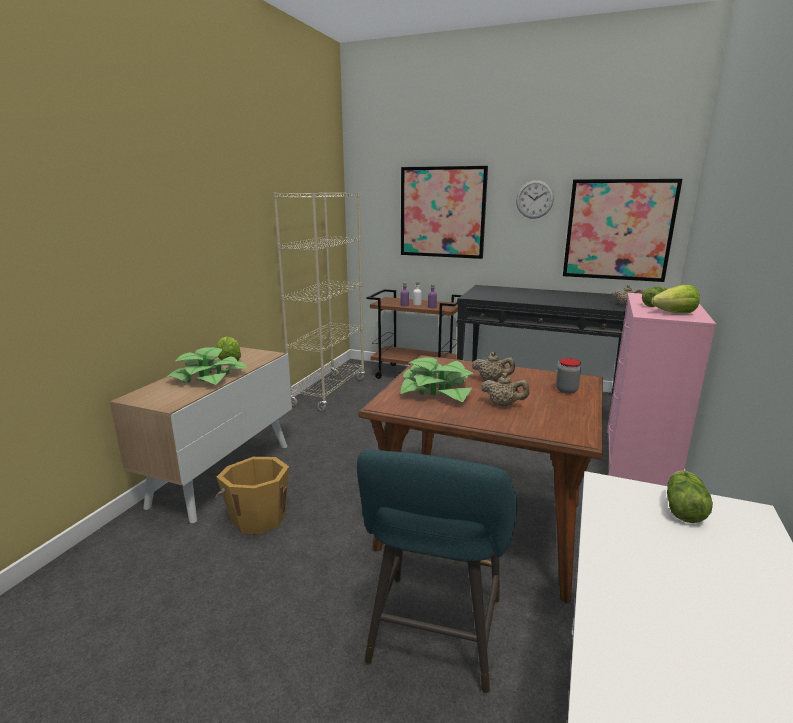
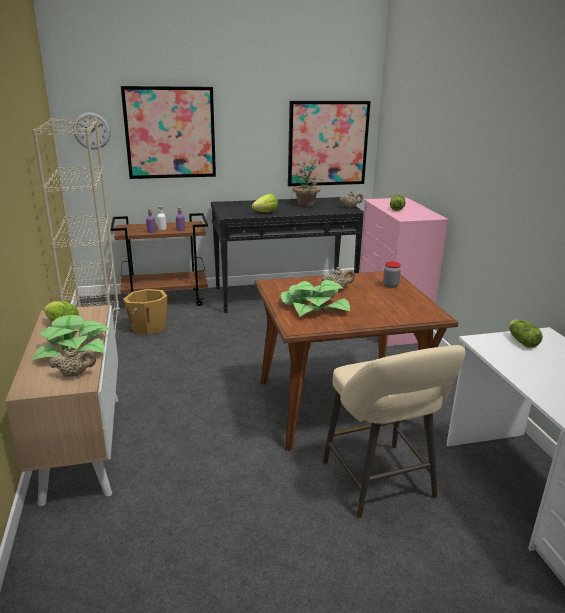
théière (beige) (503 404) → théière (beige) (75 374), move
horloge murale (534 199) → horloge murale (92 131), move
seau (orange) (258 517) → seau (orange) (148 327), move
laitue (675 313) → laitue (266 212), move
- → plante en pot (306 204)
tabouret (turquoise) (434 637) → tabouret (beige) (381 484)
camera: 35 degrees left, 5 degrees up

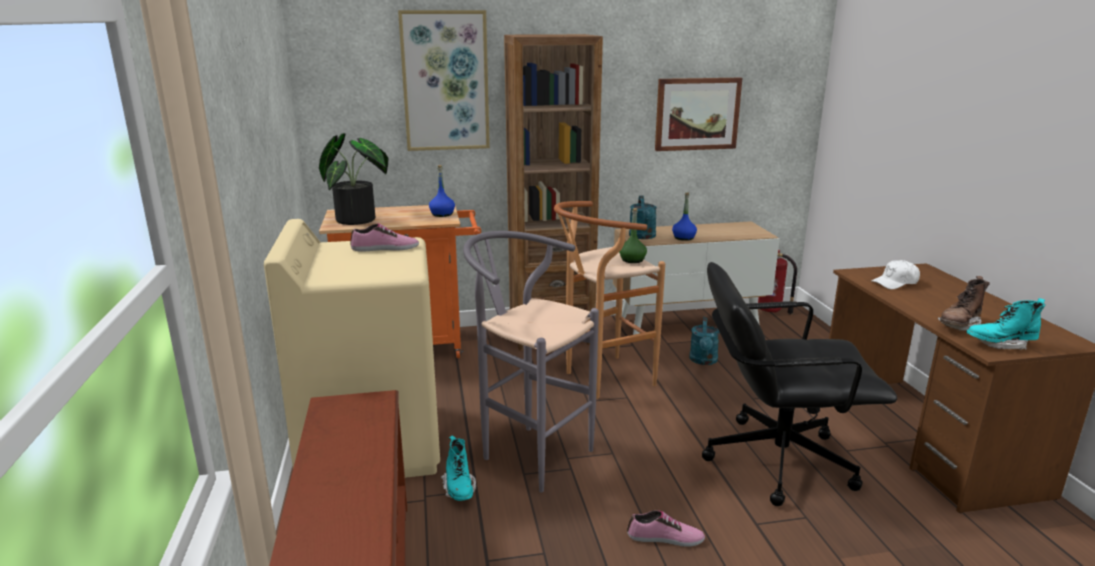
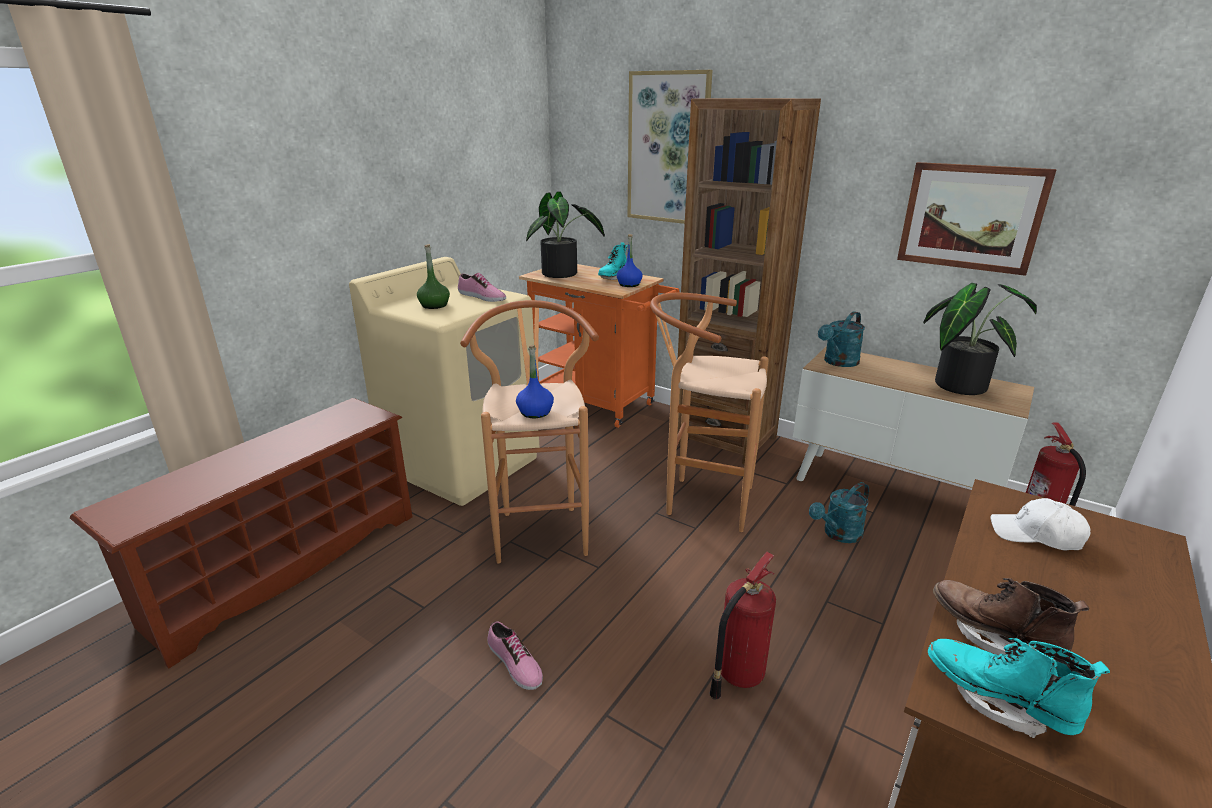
bouteille (vert) (632 260) → bouteille (vert) (434 305), move
tabouret (gris) (528 452) → tabouret (marron) (540 527)
bouteille (bleu) (683 238) → bouteille (bleu) (535 412), move
botte (turquoise) (459 489) → botte (turquoise) (613 278), move
chaise de bureau (noir) (776 459) → extincteur (738 675)
- → plante en pot (959 383)
botte (marron) (959 325) → botte (marron) (992 637), 45 degrees clockwise
camera: 45 degrees right, 5 degrees up

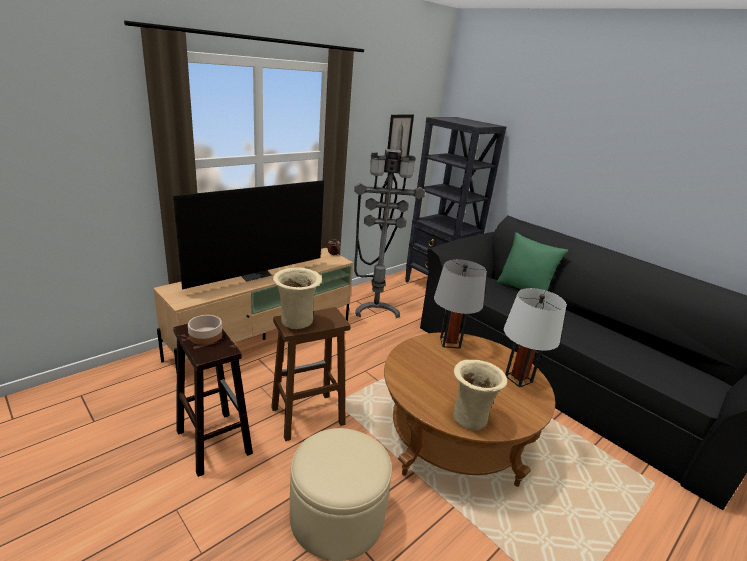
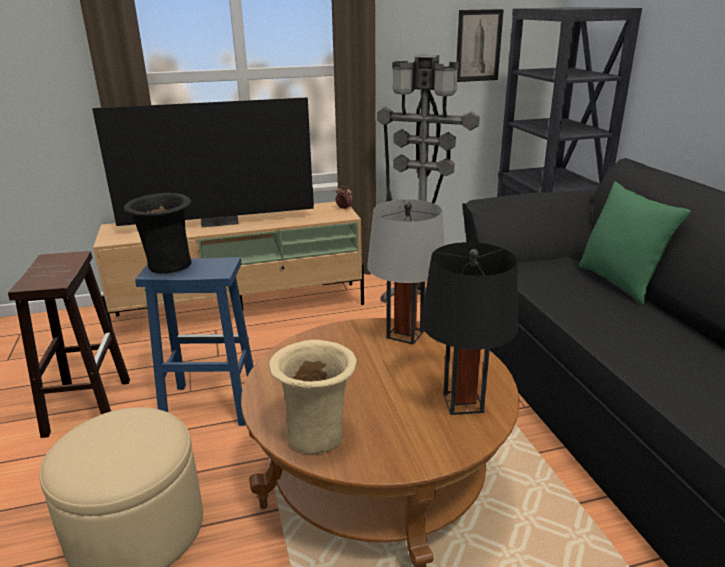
vase (beige) (297 322) → vase (noir) (168 267)
tabouret (marron) (306 416) → tabouret (bleu) (209 405)
lampe de table (blanc) (518 379) → lampe de table (noir) (463 402)
bol (205 335) → -
camera: 30 degrees right, 0 degrees up

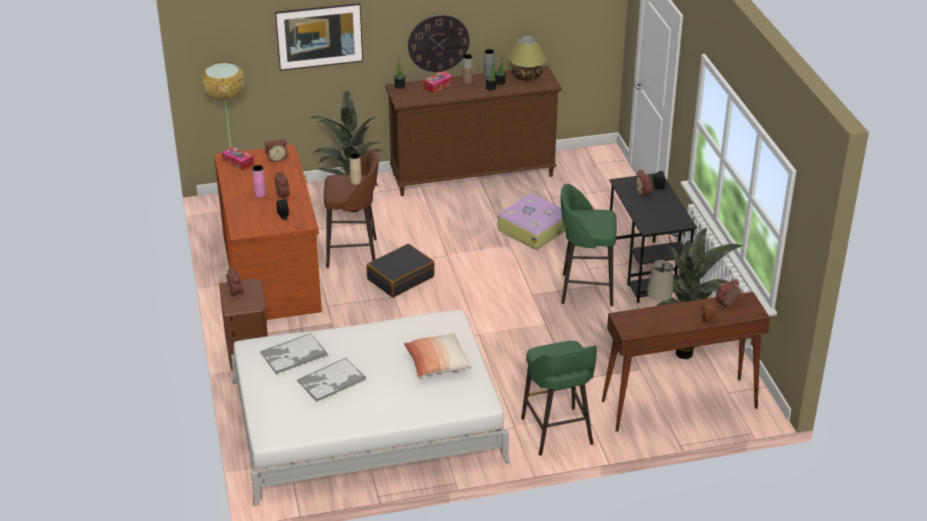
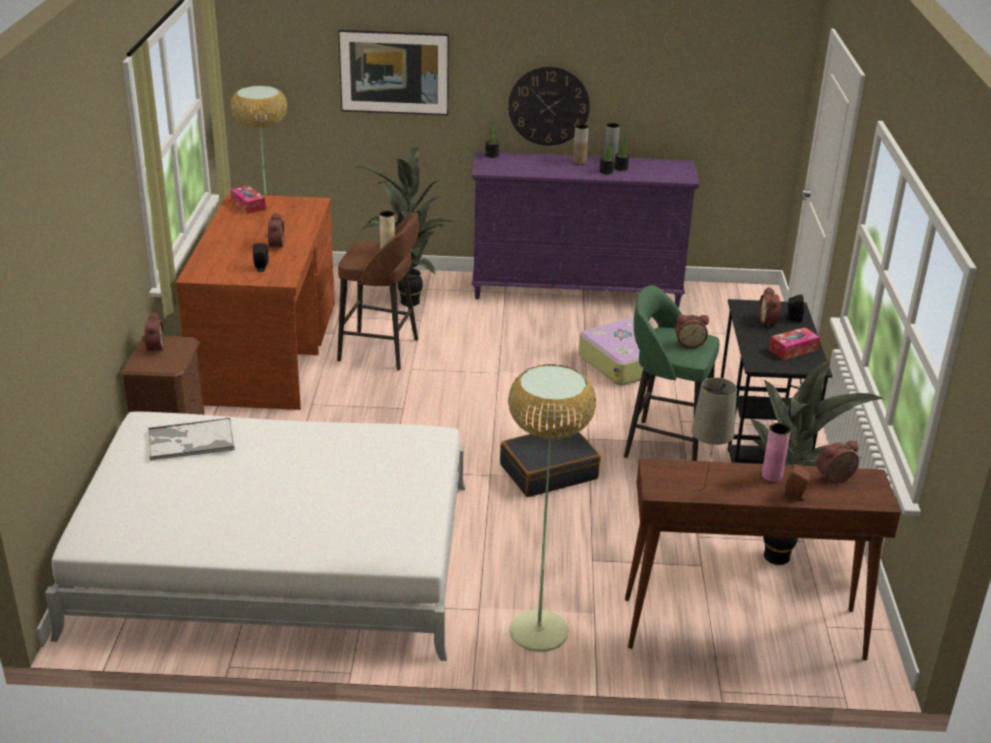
commode (marron) (473 175) → commode (violet) (577 291)
valise (noir) (400 278) → valise (noir) (548 471), move
tabouret (vert) (557 433) → lampadaire (538 631)
réveil (276 159) → réveil (689 343), move
vase (rose) (260 195) → vase (rose) (772 476), move
boîte à mouchoirs (438 86) → boîte à mouchoirs (793 349), move
plateau (331 381) → -
coussin (437 363) → -
lampe de table (526 76) → -
camera: 15 degrees right, 5 degrees down

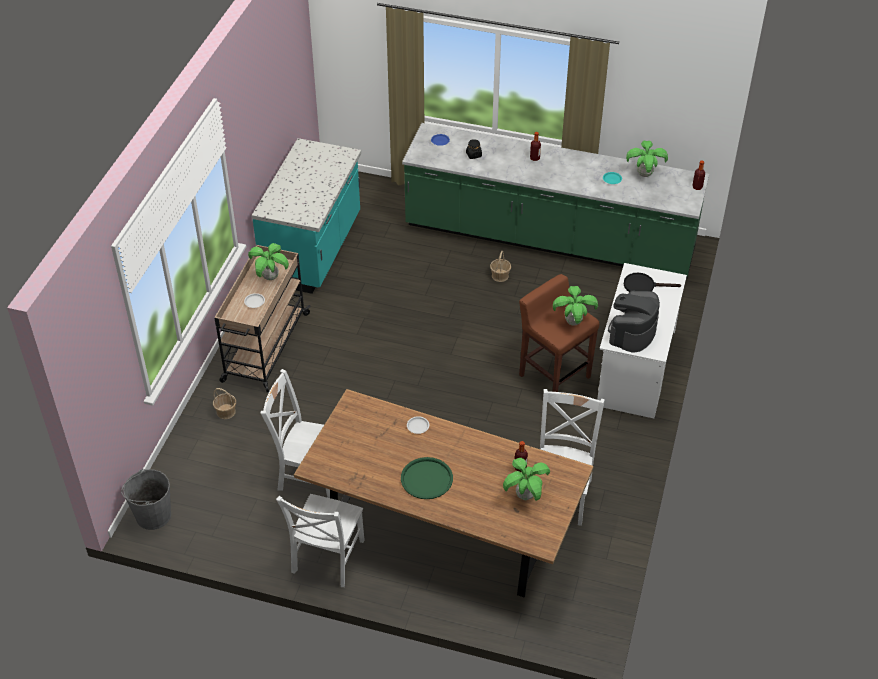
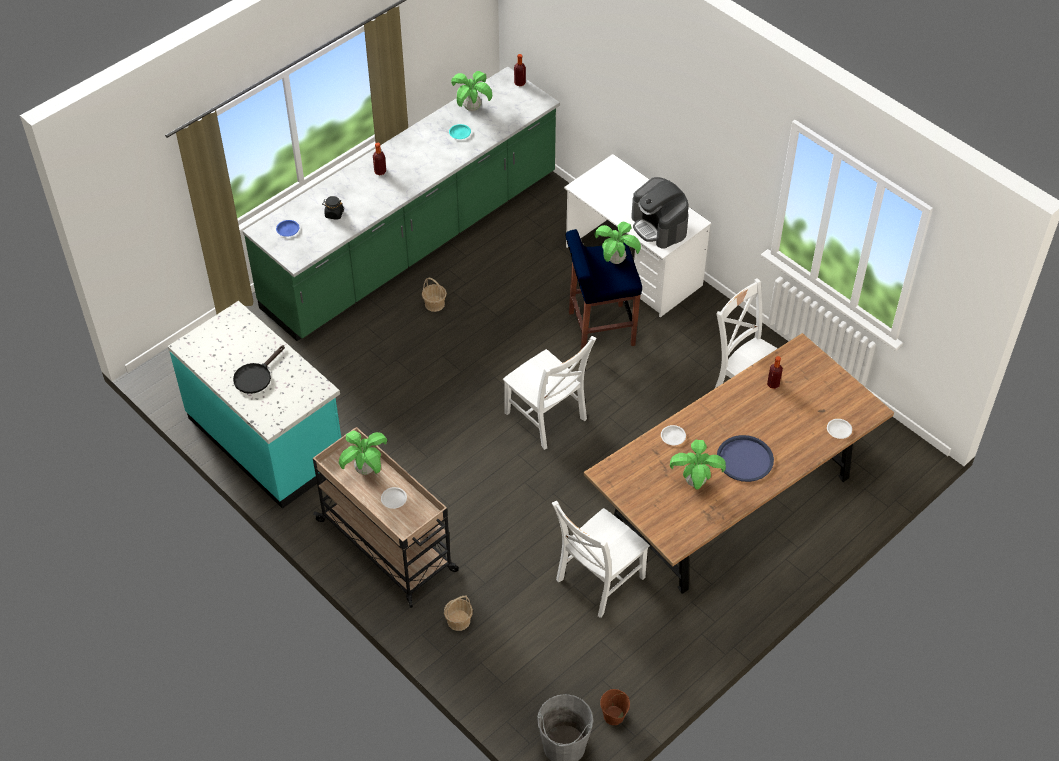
poêle (noir) (643 286) → poêle (noir) (256 376), move
chaise (blanc) (326 559) → chaise (blanc) (547 418), move
tabouret (marron) (554 375) → tabouret (bleu) (600 329)
- → seau (marron) (614 716)
plante en pot (525 495) → plante en pot (695 482), move
plateau (vert) (426 479) → plateau (bleu) (744 459)
- → assiette (blanc) (839 430)
camera: 60 degrees left, 5 degrees up

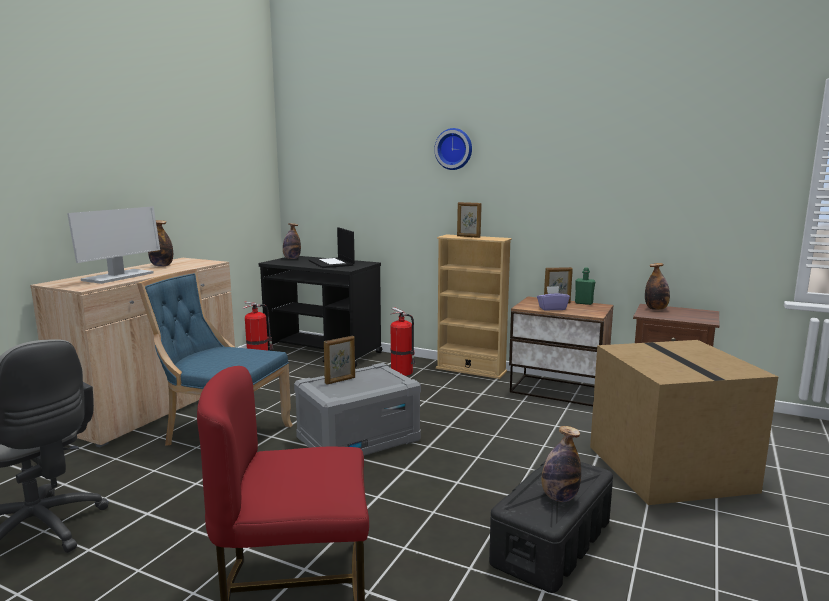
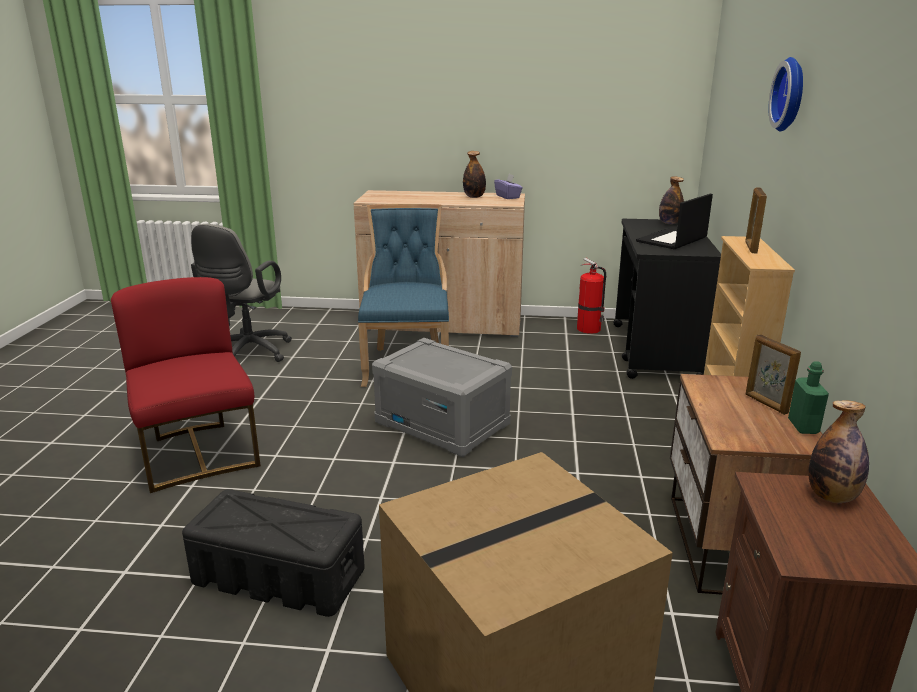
boîte à mouchoirs (violet) (552 308) → boîte à mouchoirs (violet) (508 197), move
écran d'ordinateur (118 277) → -
cadre photo (340 380) → -
extincteur (403 372) → -
bouteille (559 497) → -
camera: 70 degrees right, 10 degrees up

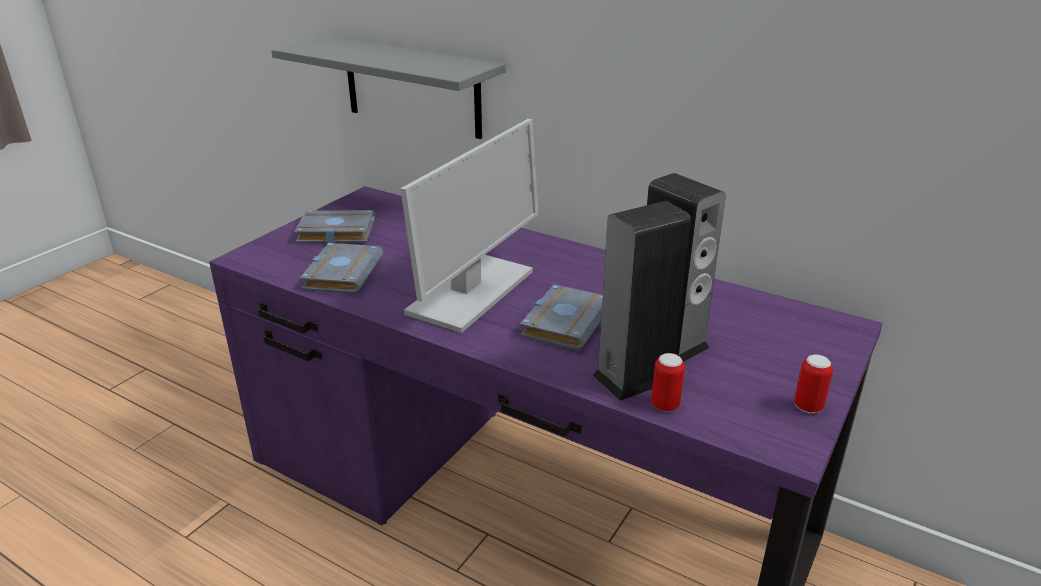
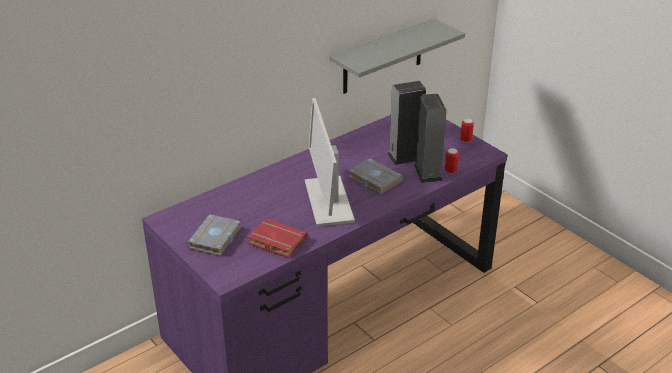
livre (gris) (341 273) → livre (rouge) (275 242)
écran d'ordinateur (471 293) → écran d'ordinateur (328 201), 150 degrees counterclockwise
étagère (gris) (412 87) → étagère (gris) (382 57), move
camera: 70 degrees left, 5 degrees up

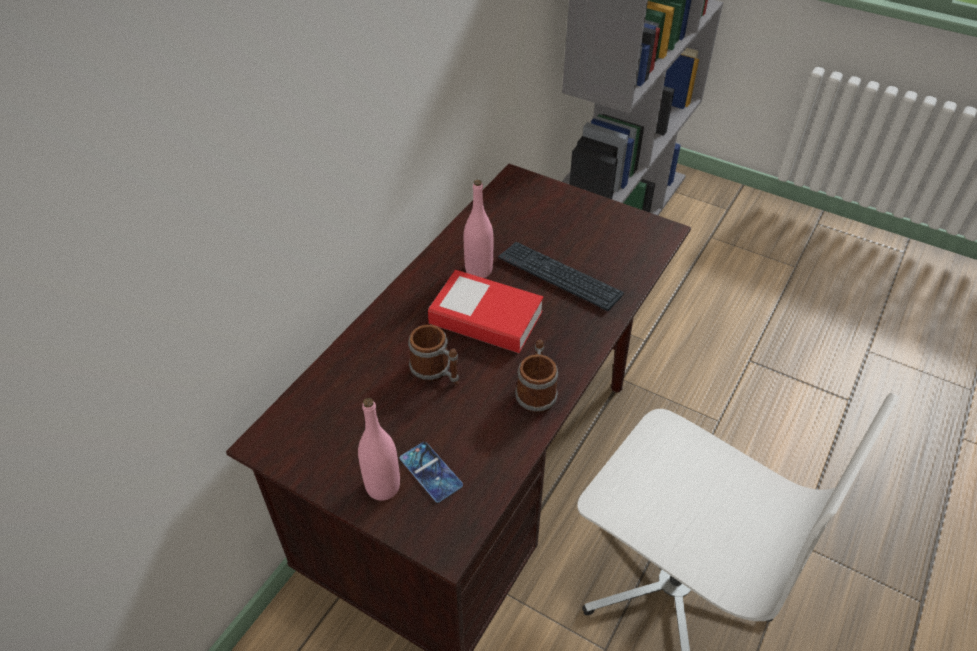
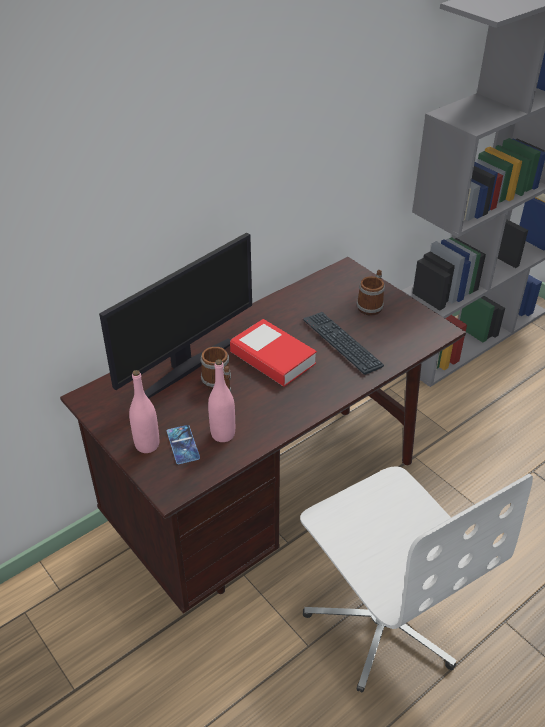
- → écran d'ordinateur (185 367)
bouteille (rose) (478 270) → bouteille (rose) (223 434), move
mug (536 392) → mug (371 305), move
camera: 20 degrees right, 5 degrees down

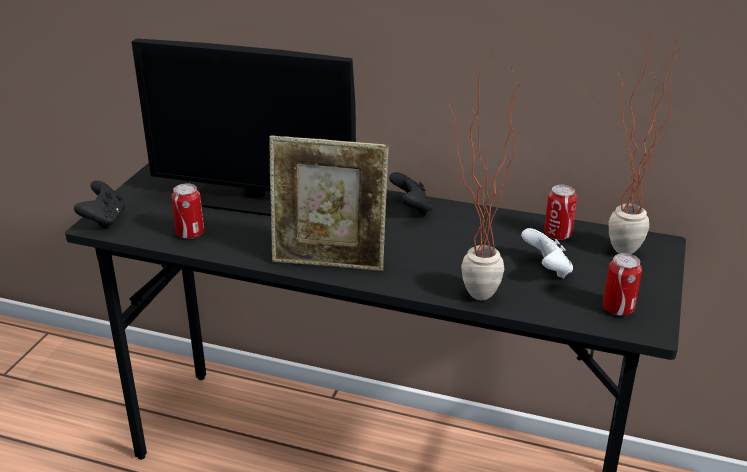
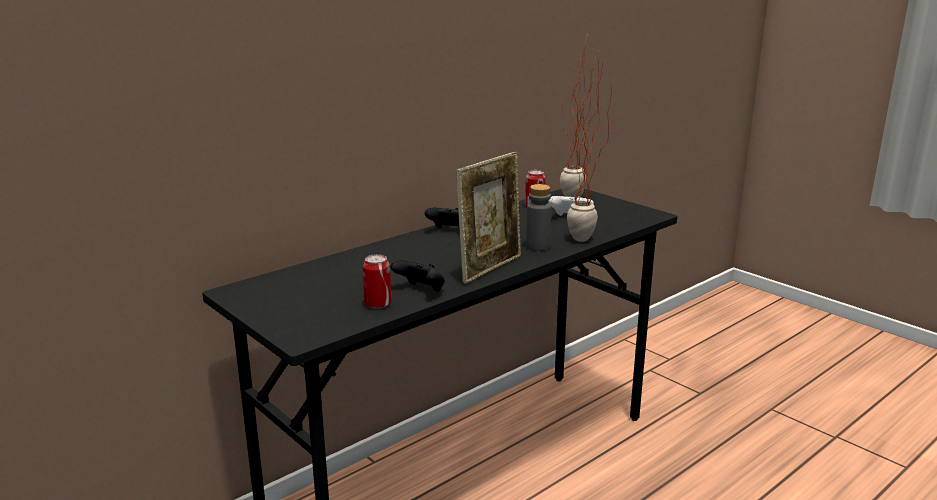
manette (noir) (104 220) → manette (noir) (421 290), move
- → bouteille (gris) (538 246)
écran d'ordinateur (255 199) → -
boîte métallique (618 308) → -
camera: 60 degrees left, 10 degrees down

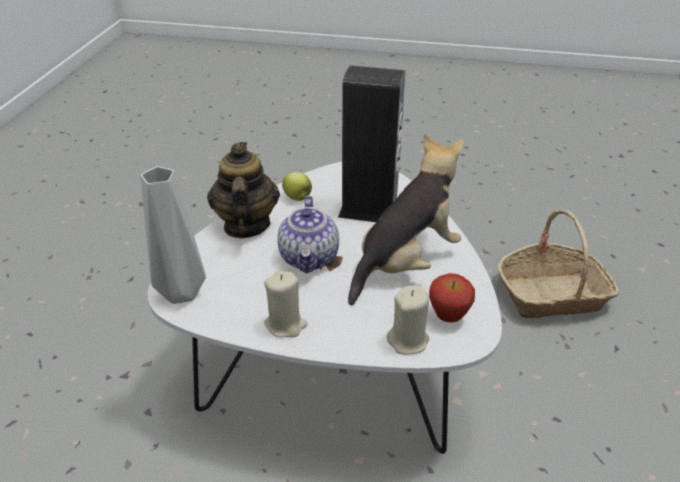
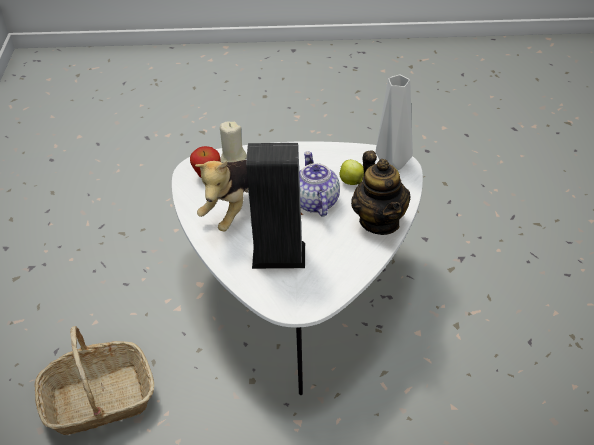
pomme (298 198) → pomme (351 181), move
bougie (beige) (285 325) → -
camera: 170 degrees right, 5 degrees up

